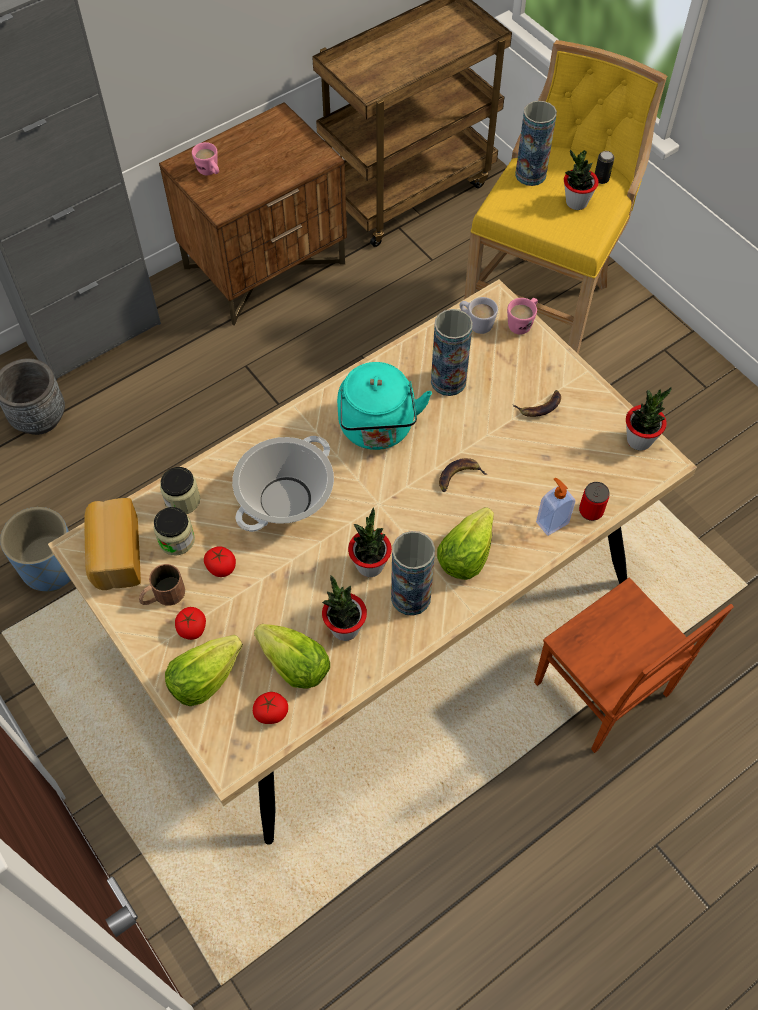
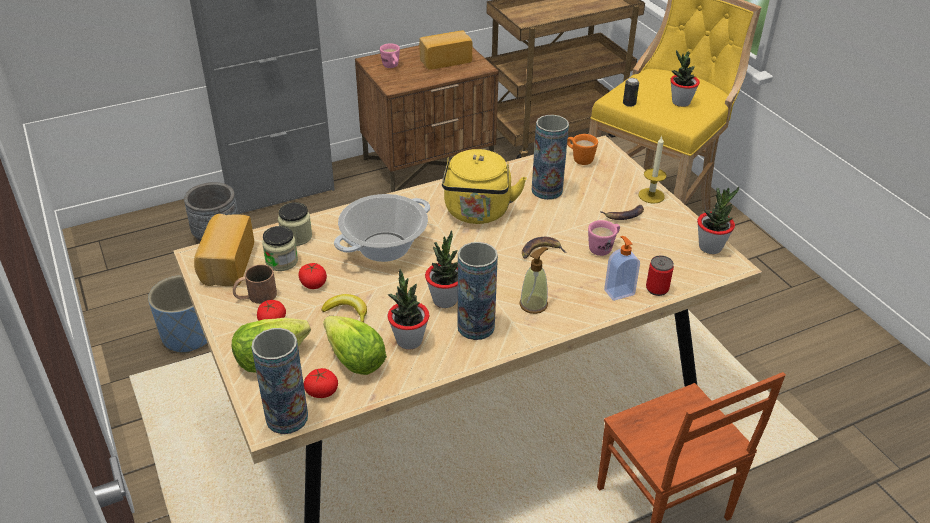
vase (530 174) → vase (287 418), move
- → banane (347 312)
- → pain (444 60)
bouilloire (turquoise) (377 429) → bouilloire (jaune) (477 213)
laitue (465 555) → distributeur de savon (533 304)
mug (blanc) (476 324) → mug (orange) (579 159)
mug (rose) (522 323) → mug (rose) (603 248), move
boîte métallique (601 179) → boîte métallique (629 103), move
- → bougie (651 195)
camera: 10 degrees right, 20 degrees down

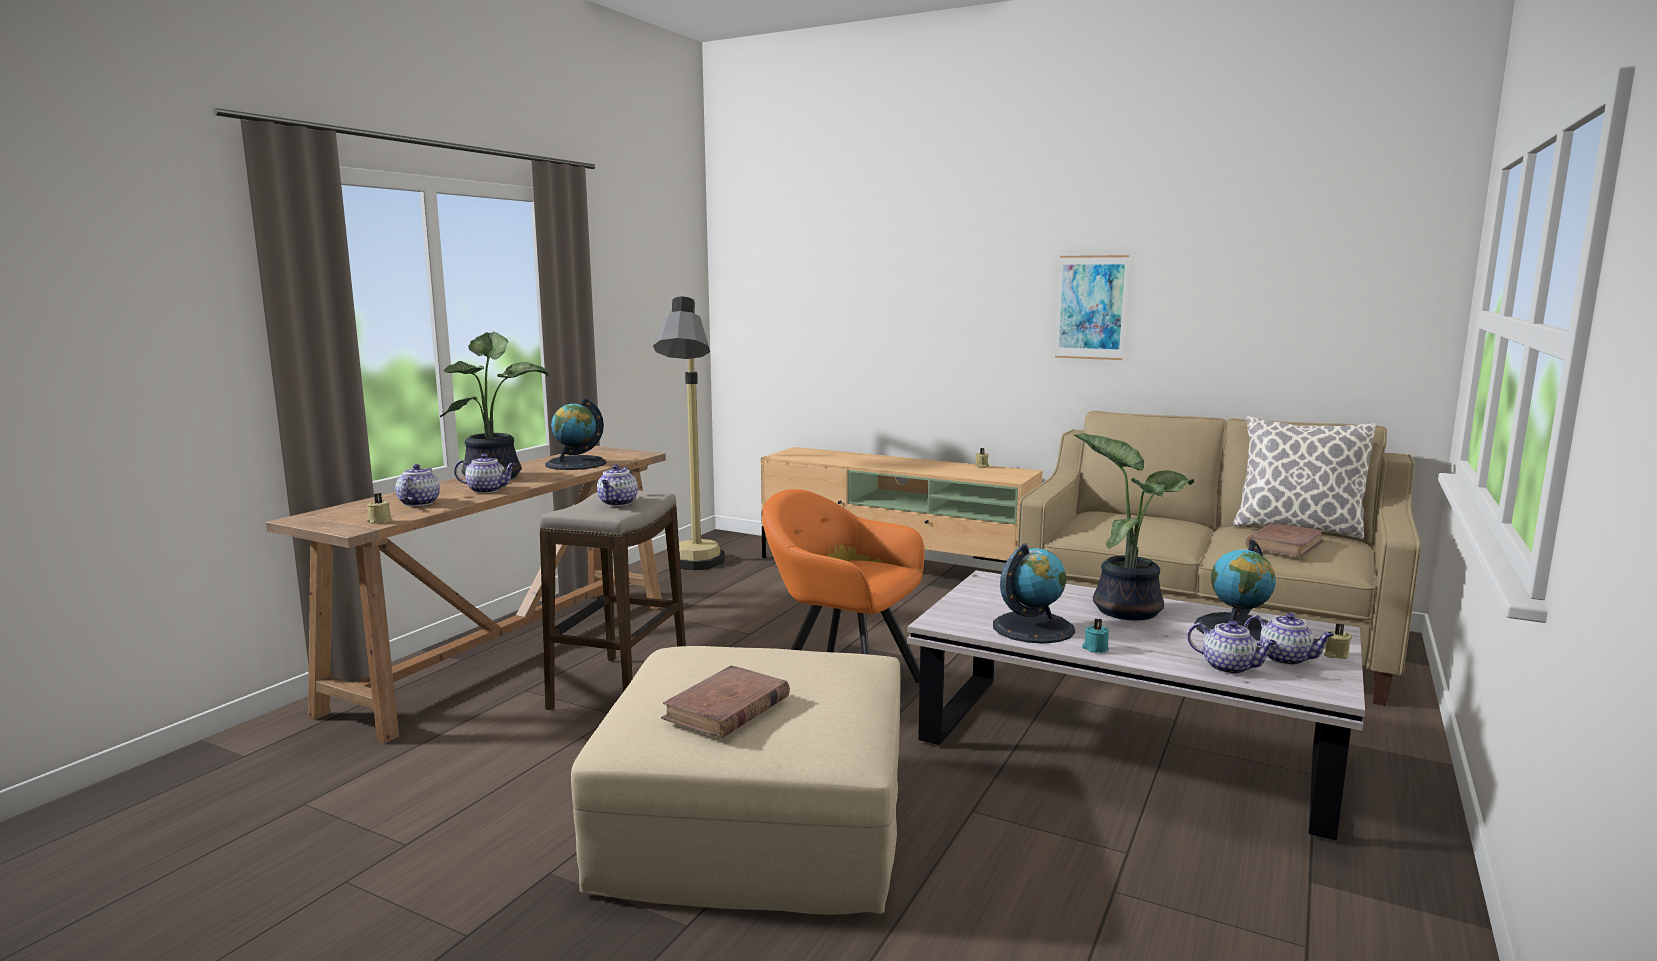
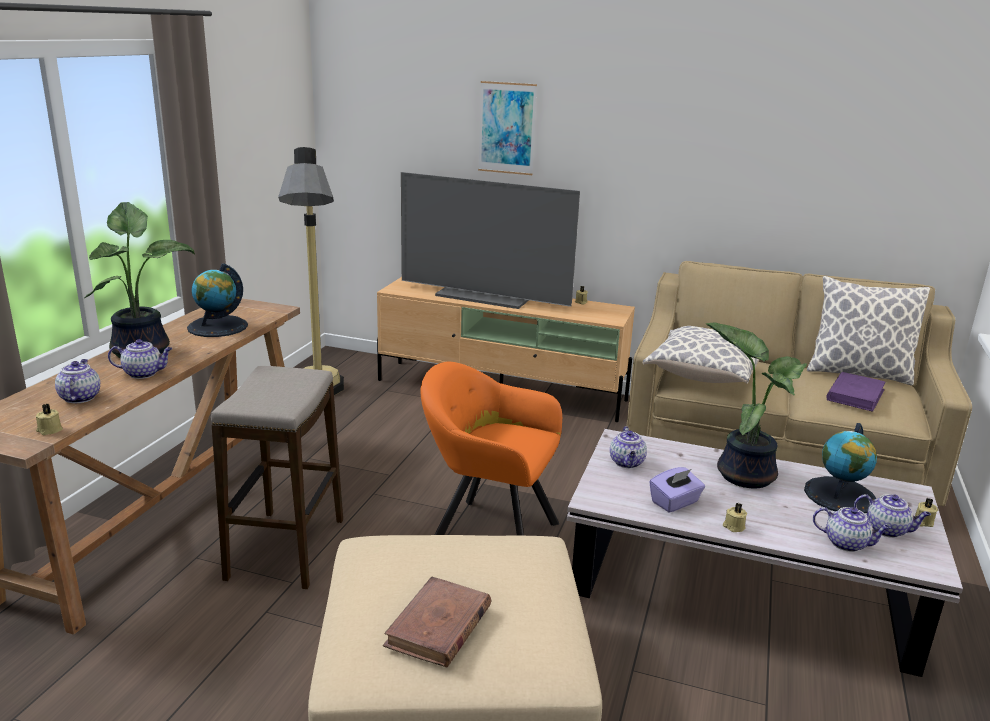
- → téléviseur (485 296)
tableau (1091 307) → tableau (507 128), move
théière (618 503) → théière (627 463), move
- → coussin (703 375)
globe (1033 627) → boîte à mouchoirs (violet) (675 502)
bougie (turquoise) (1094 648) → bougie (beige) (733 527)
livre (marron) (1284 544) → livre (violet) (855 395)
camera: 10 degrees left, 10 degrees up

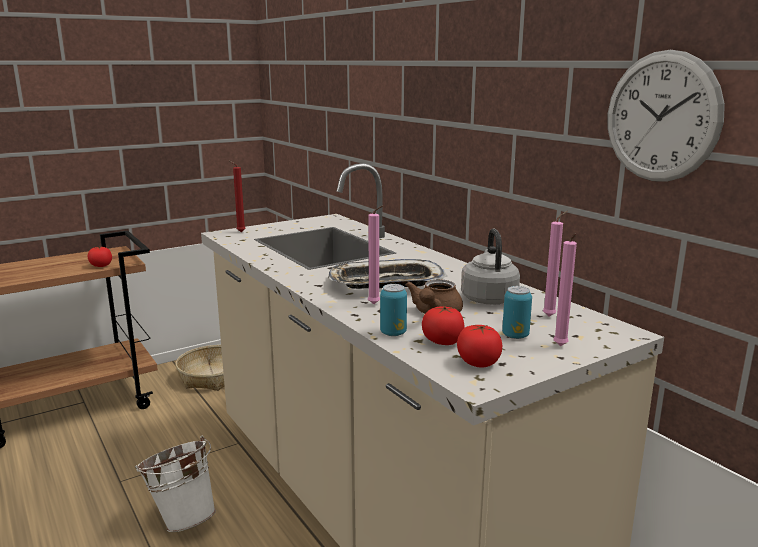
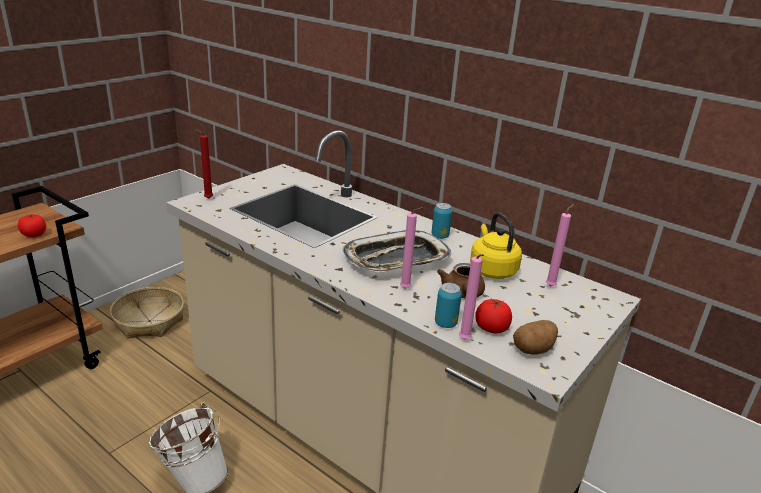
boîte métallique (515 335) → boîte métallique (440 236), move
bougie (rose) (560 347) → bougie (rose) (465 340), move
bouilloire (gris) (488 298) → bouilloire (jaune) (491 269)
tomate (478 363) → pomme de terre (533 349)
horloge murale (661 117) → -
camera: 20 degrees left, 10 degrees up

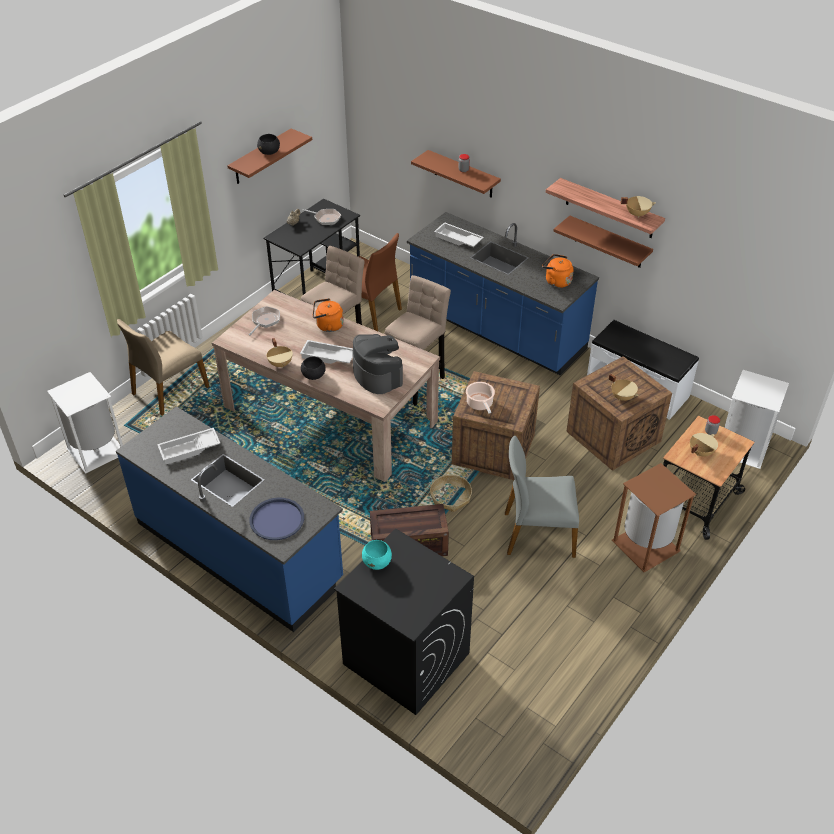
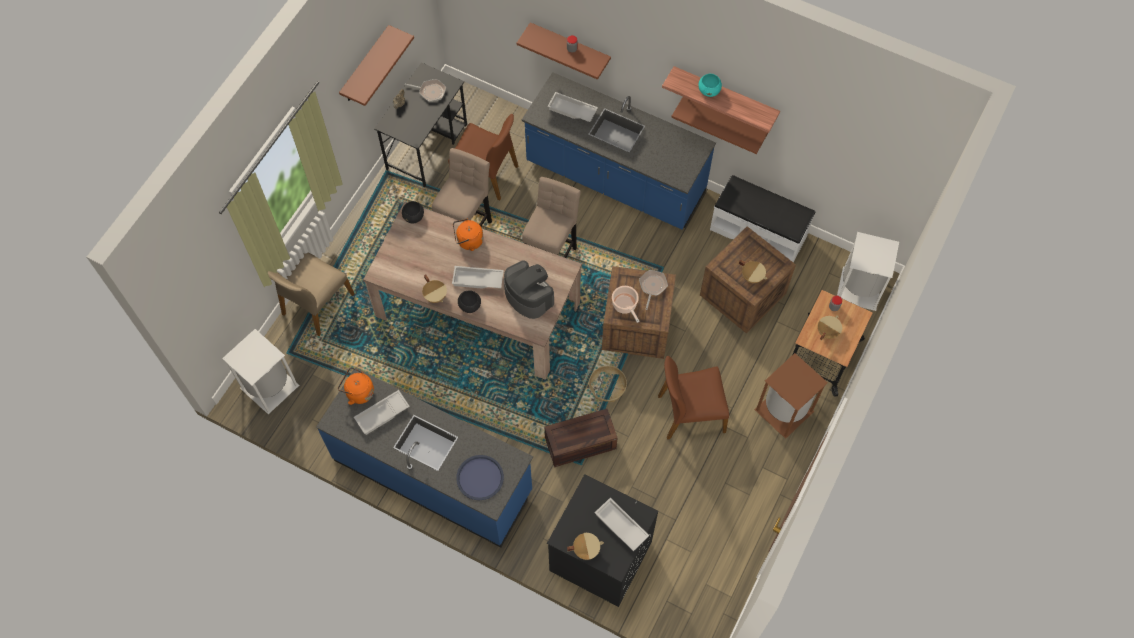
bouilloire (orange) (556 281) → bouilloire (orange) (358 392), move
bol (noir) (269 152) → bol (noir) (414 216), move
marmite (beige) (637 214) → marmite (beige) (586 549), move
- → plateau (blanc) (620 526)
poêle (265 321) → poêle (652 286), move
chaise (gris) (538 533) → chaise (marron) (690 413)
bol (turquoise) (377 562) → bol (turquoise) (709 90), move
camera: 10 degrees left, 20 degrees up

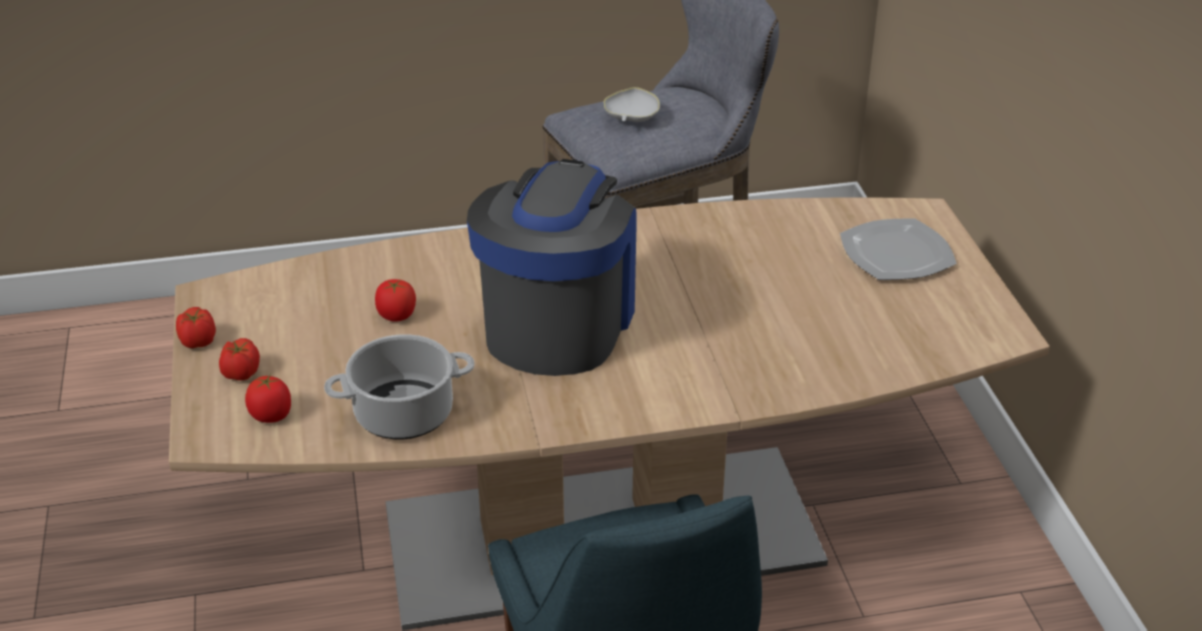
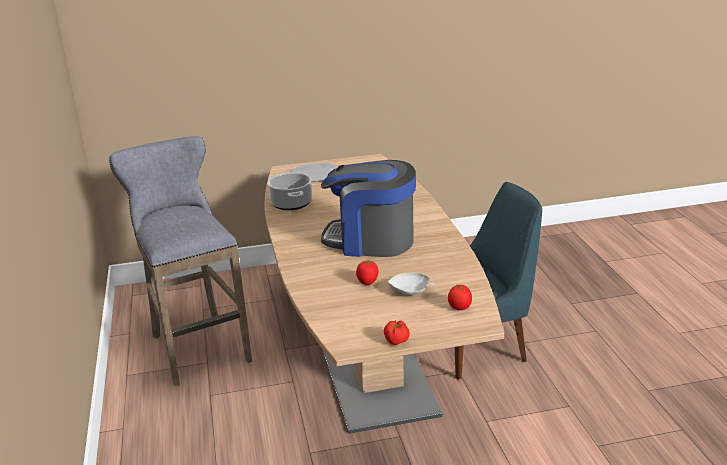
marmite (405 413) → marmite (291 203), move
bol (blanc) (631 118) → bol (blanc) (411 291), move
tomate (241 373) → -
camera: 90 degrees left, 10 degrees down

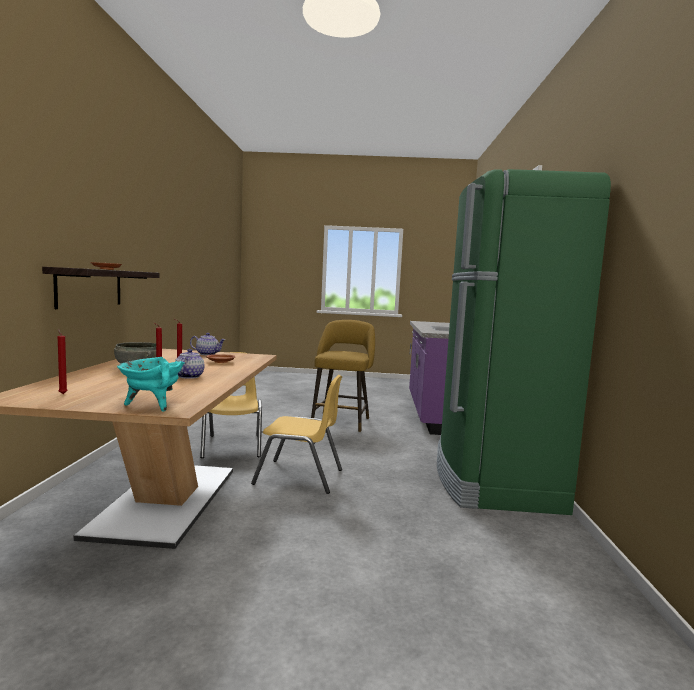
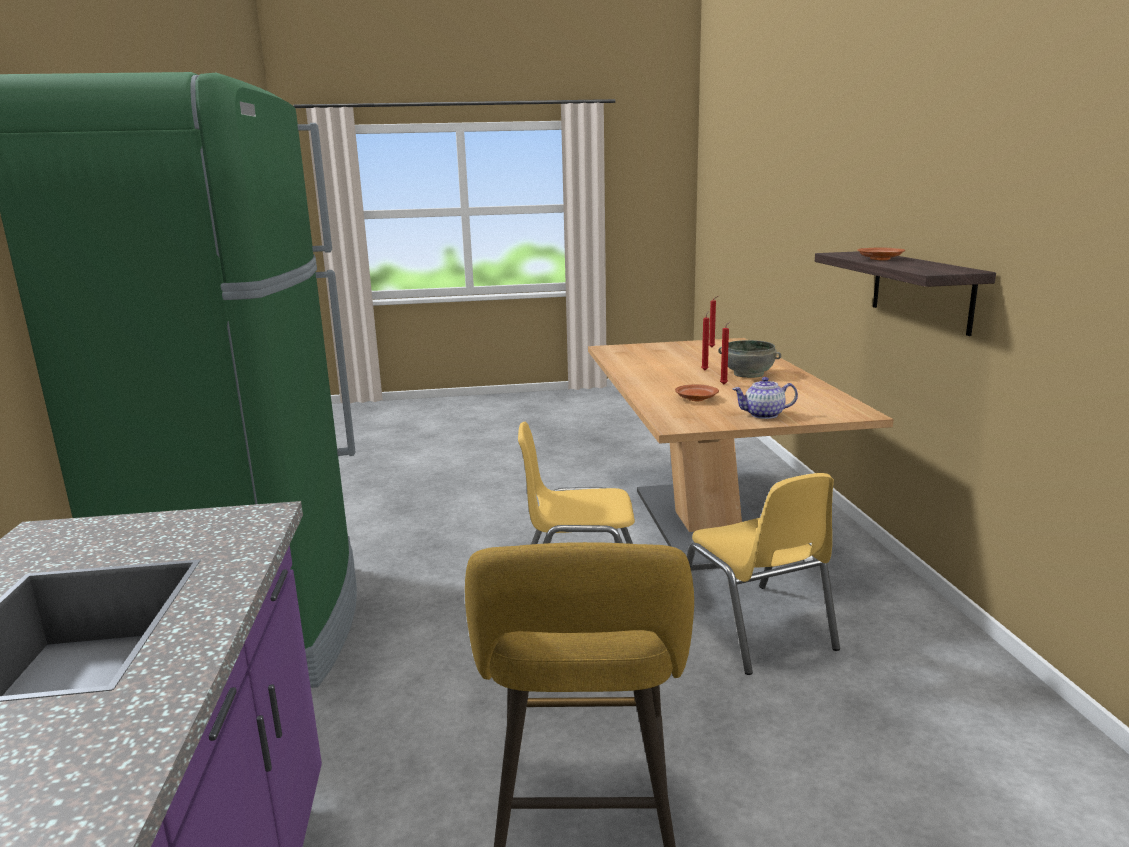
marmite (turquoise) (152 405) → -
théière (189 376) → -
camera: 170 degrees right, 10 degrees up

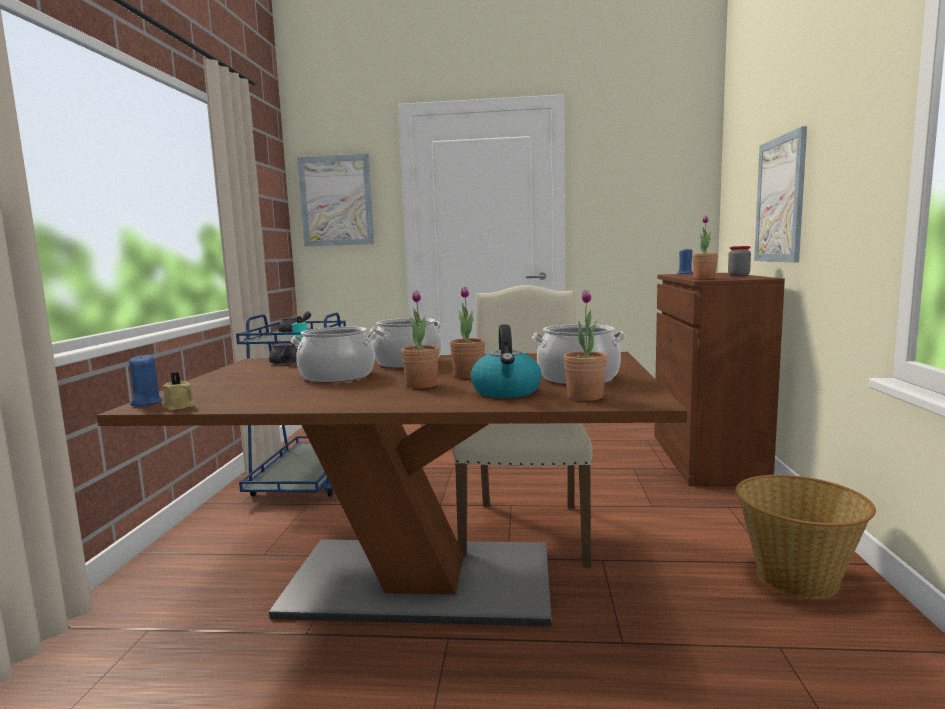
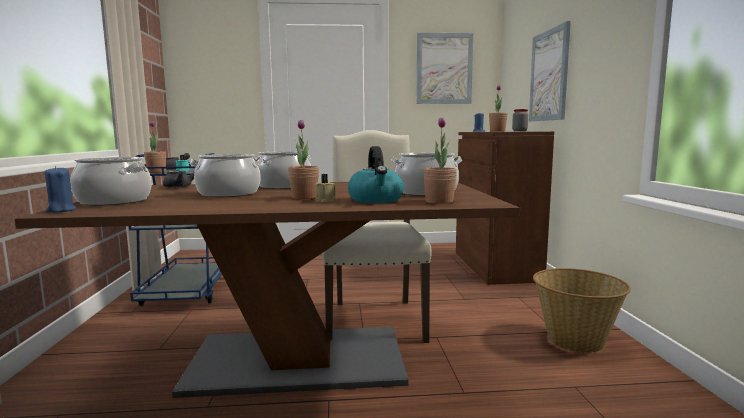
- → marmite (113 201)
plante en pot (468 376) → plante en pot (156 172), move
bougie (beige) (180 406) → bougie (beige) (326 200), move
tableau (336 201) → tableau (444 69), move
camera: 10 degrees left, 0 degrees up

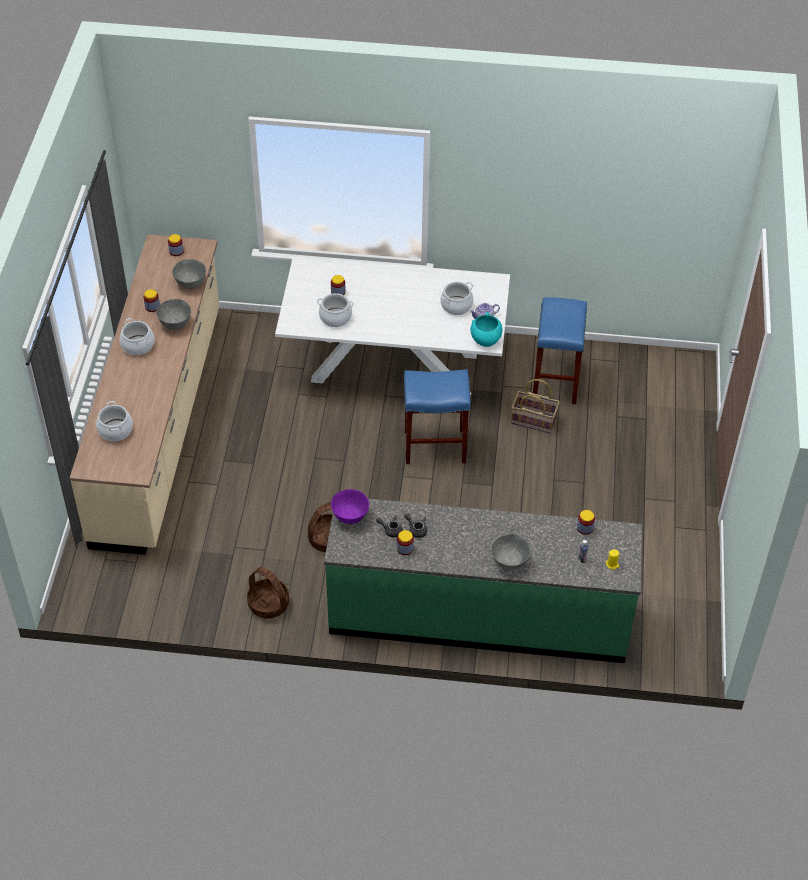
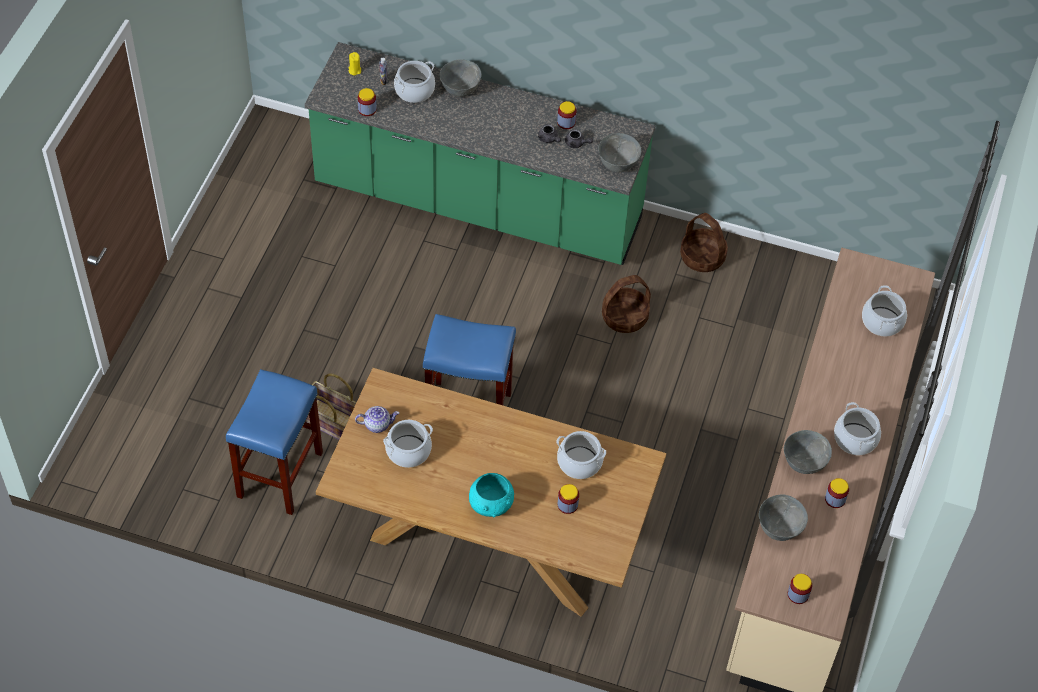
table à manger (blanc) (394 366) → table à manger (marron) (489 539)
- → marmite (414 91)
bol (turquoise) (485 340) → bol (turquoise) (491 506), move
bol (violet) (350 516) → bol (gris) (617 165)
camera: 170 degrees left, 5 degrees up

